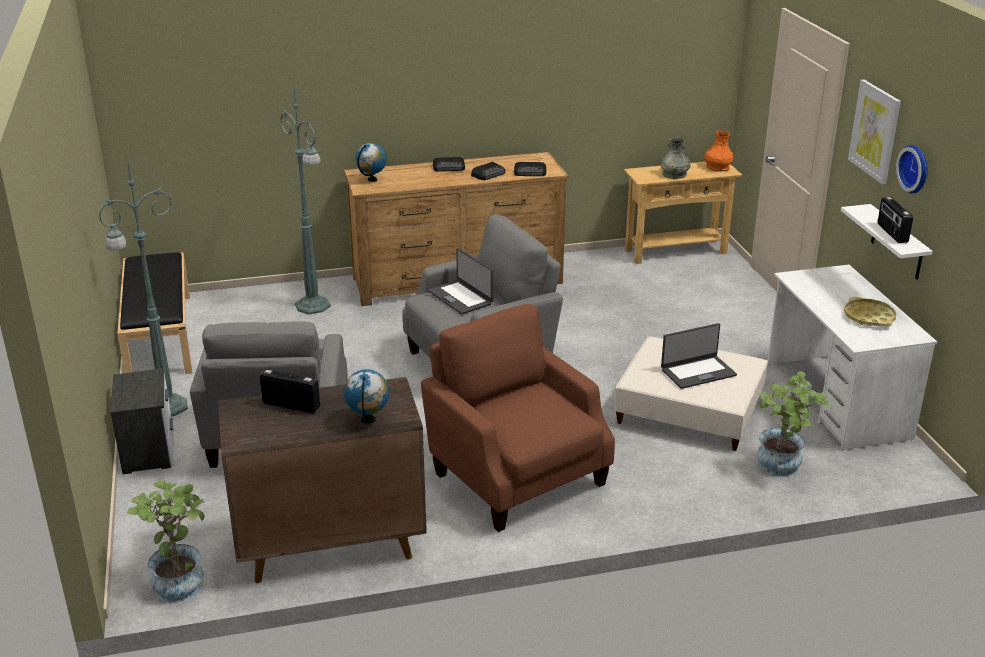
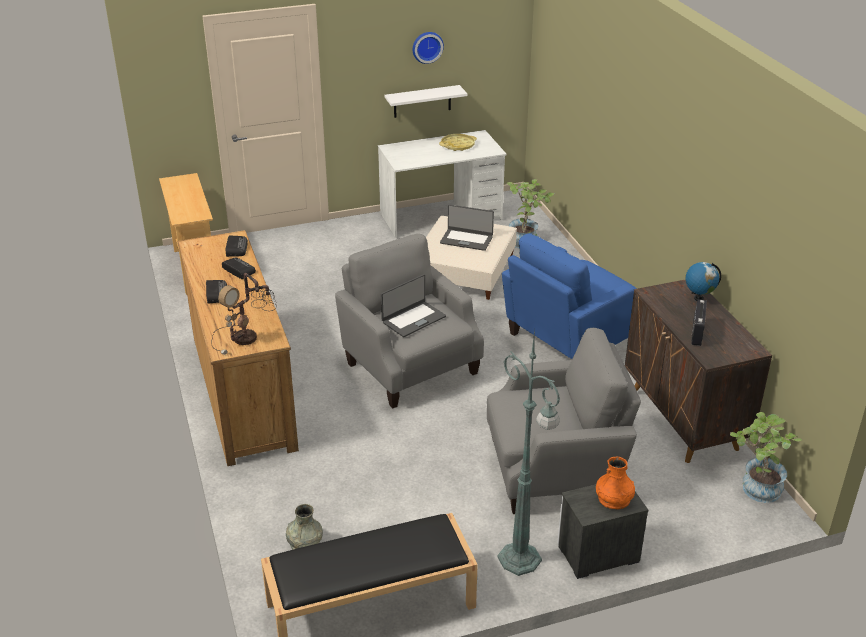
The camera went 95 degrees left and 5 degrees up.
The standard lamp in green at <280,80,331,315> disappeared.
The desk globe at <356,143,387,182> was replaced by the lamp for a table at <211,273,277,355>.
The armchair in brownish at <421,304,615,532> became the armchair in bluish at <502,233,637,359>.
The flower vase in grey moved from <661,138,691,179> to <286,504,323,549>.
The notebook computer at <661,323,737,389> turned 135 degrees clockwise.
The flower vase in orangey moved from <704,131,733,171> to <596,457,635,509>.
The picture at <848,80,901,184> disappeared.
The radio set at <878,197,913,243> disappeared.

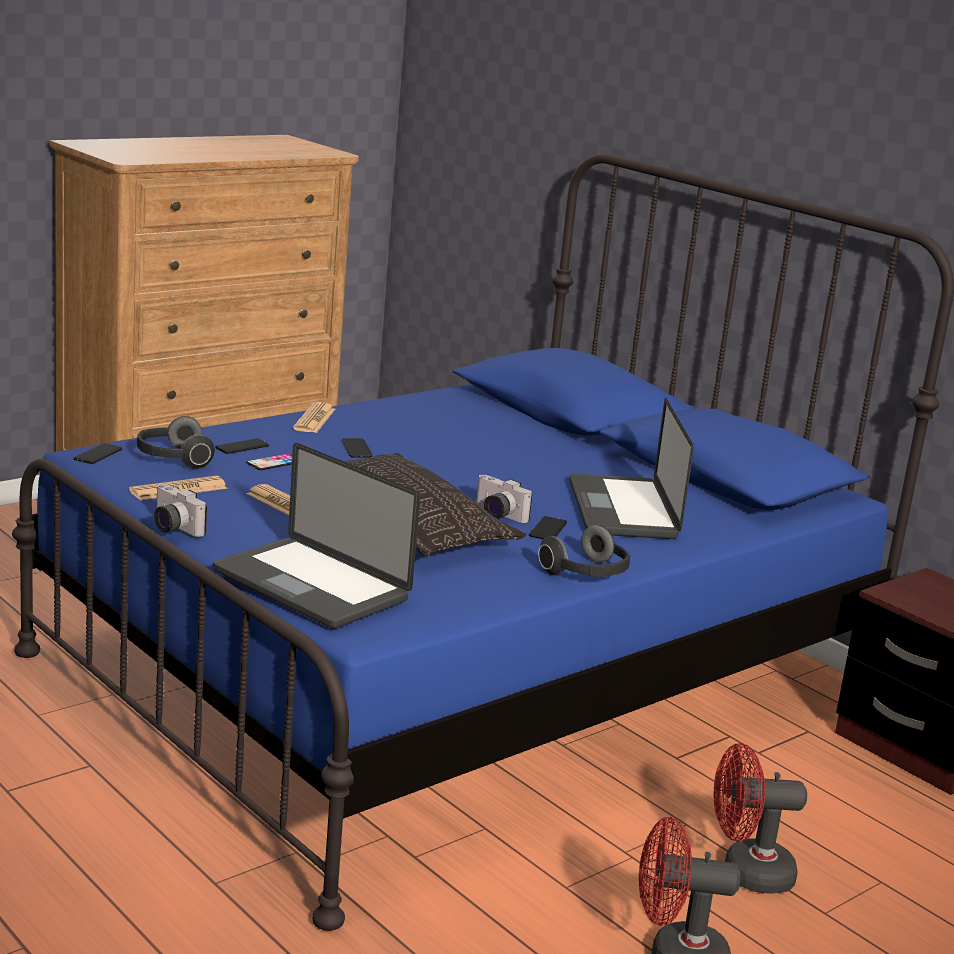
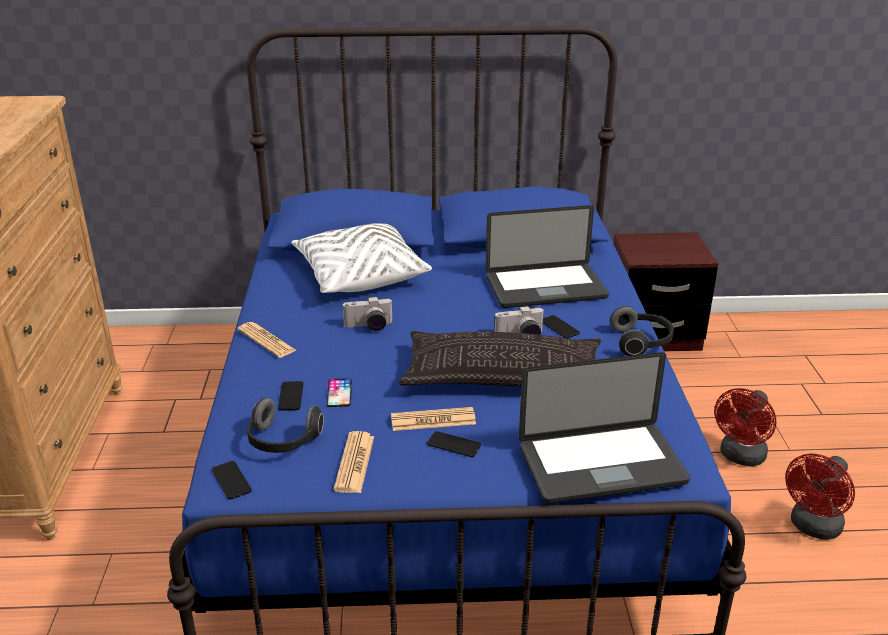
The camera went 50 degrees left and 10 degrees up.
The photo camera moved from <154,484,207,537> to <342,296,392,331>.
The telephone moved from <342,438,372,458> to <427,431,481,457>.
The notebook computer at <569,398,694,539> turned 45 degrees counterclockwise.
The cushion in white-coloured at <291,223,432,293> appeared.

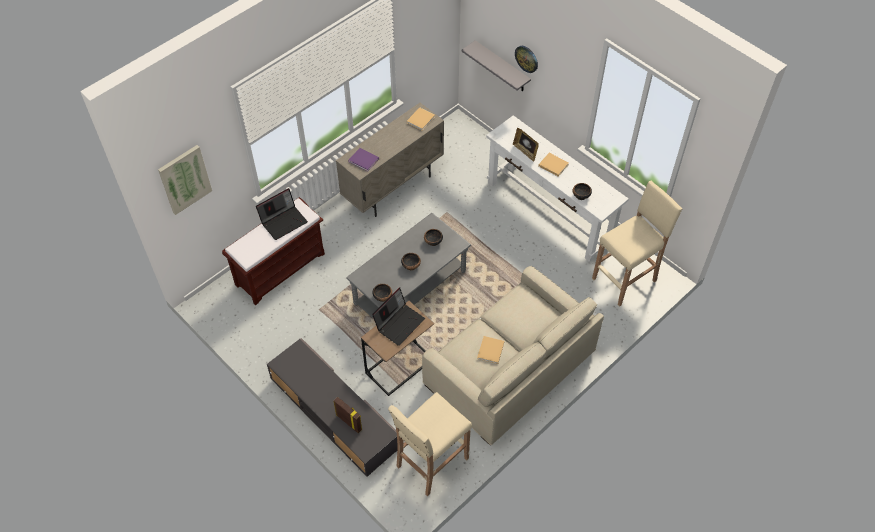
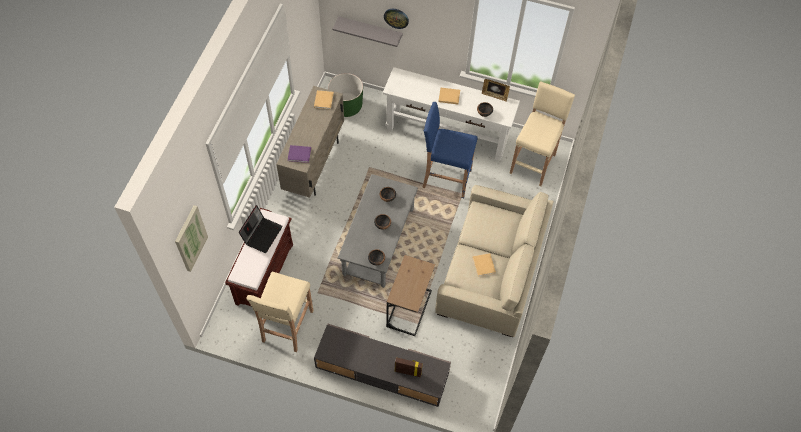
The camera went 30 degrees left and 5 degrees up.
The notebook computer at <372,288,425,346> disappeared.
The stool in sand-coloured moved from <388,392,472,496> to <246,271,314,352>.
The standing frame moved from <513,128,539,162> to <482,79,510,102>.
The planter in green at <328,73,363,117> appeared.
The stool in bluish at <422,102,478,198> appeared.

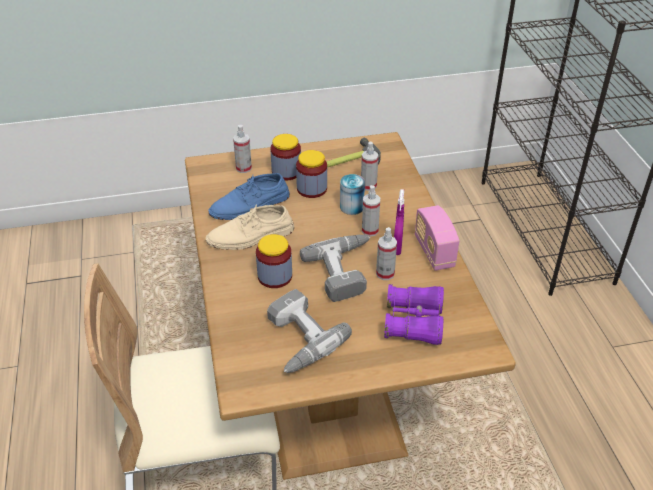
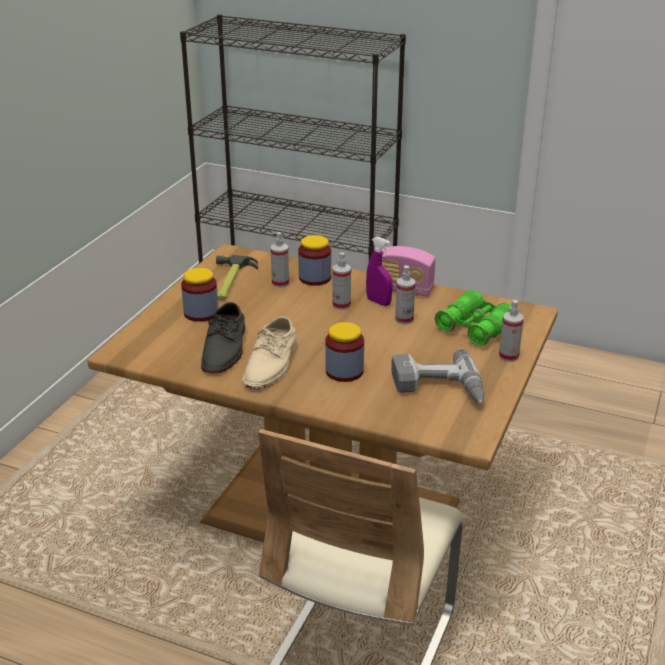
The camera went 55 degrees left and 10 degrees down.
The low shoe in bluish at <209,173,290,220> became the low shoe in grey at <201,302,245,373>.
The spray bottle moved from <233,125,252,173> to <499,300,524,362>.
The storage jar moved from <296,150,327,198> to <298,235,331,286>.
The power drill at <300,235,370,302> disappeared.
The can at <340,174,365,215> disappeared.
The pair of binoculars in purplish at <384,284,444,345> became the pair of binoculars in green at <435,290,512,346>.

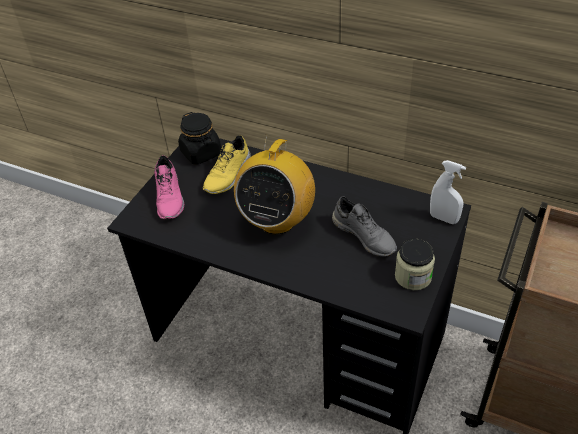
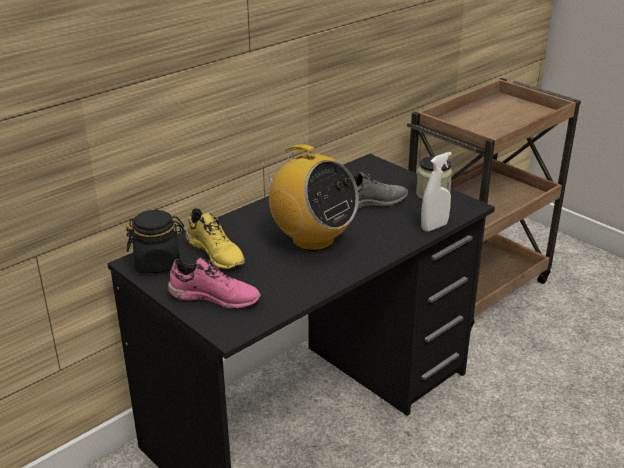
The camera went 70 degrees left and 15 degrees down.
The spray bottle in white-coloured moved from <430,160,466,224> to <421,152,452,231>.

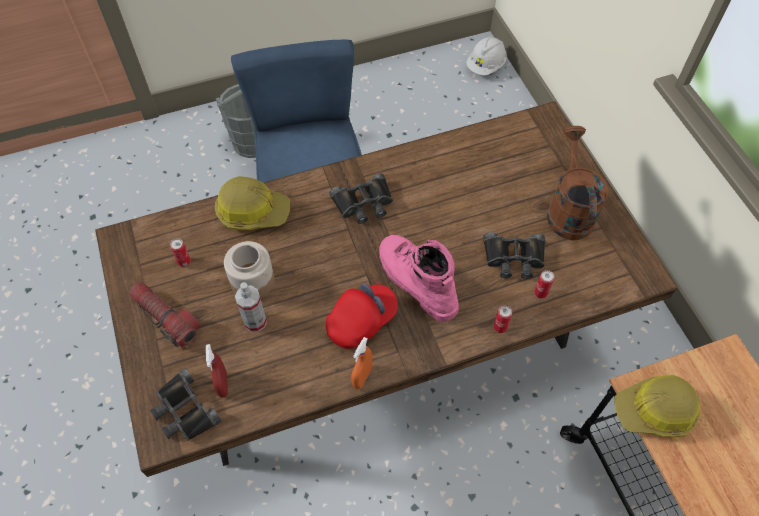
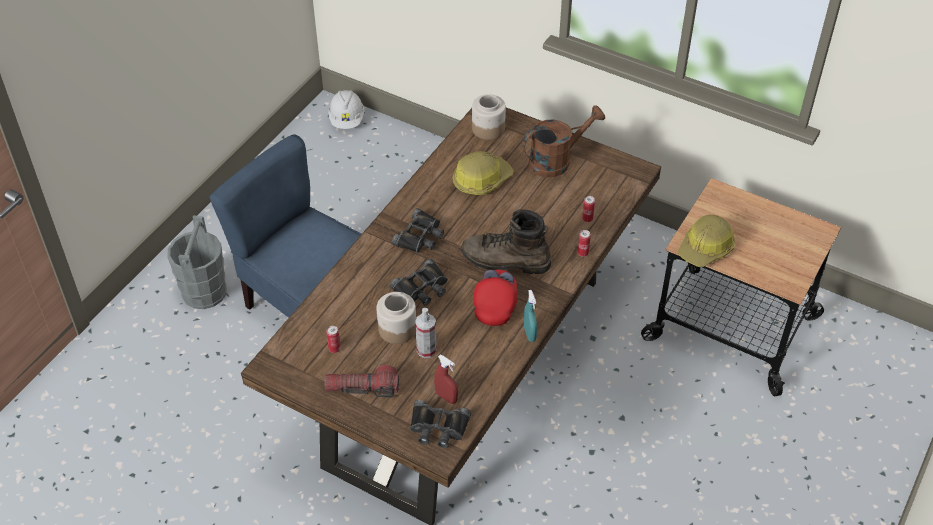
The camera went 40 degrees left and 10 degrees down.
The hard hat moved from <214,176,290,230> to <453,151,514,195>.
The spray bottle in orangey at <351,337,372,389> became the spray bottle in blue-green at <524,290,537,342>.
The tall boot in pink-coloured at <379,235,459,322> became the tall boot in brownish at <461,209,551,274>.
The pair of binoculars in blackish moved from <483,232,546,279> to <390,259,448,305>.
The watering pot in brownish at <547,126,609,240> turned 105 degrees clockwise.
The storage jar at <472,94,506,140> appeared.

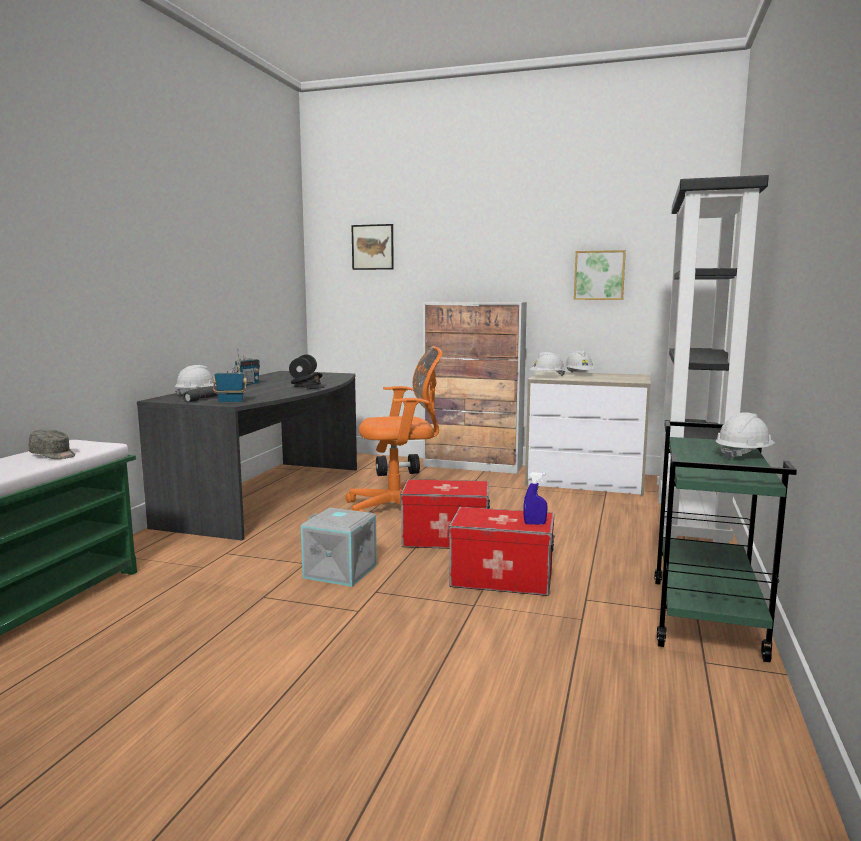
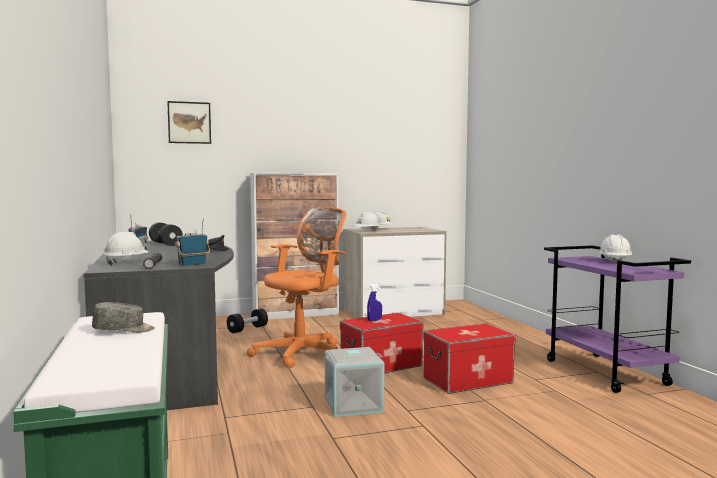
The camera went 35 degrees left and 5 degrees down.
The spray bottle in bluish moved from <523,472,548,525> to <367,283,382,321>.
The picture at <574,250,626,300> disappeared.
The wheeled cart in green at <654,421,797,662> became the wheeled cart in purplish at <544,245,691,393>.
The bookcase in blackish at <657,175,769,551> disappeared.

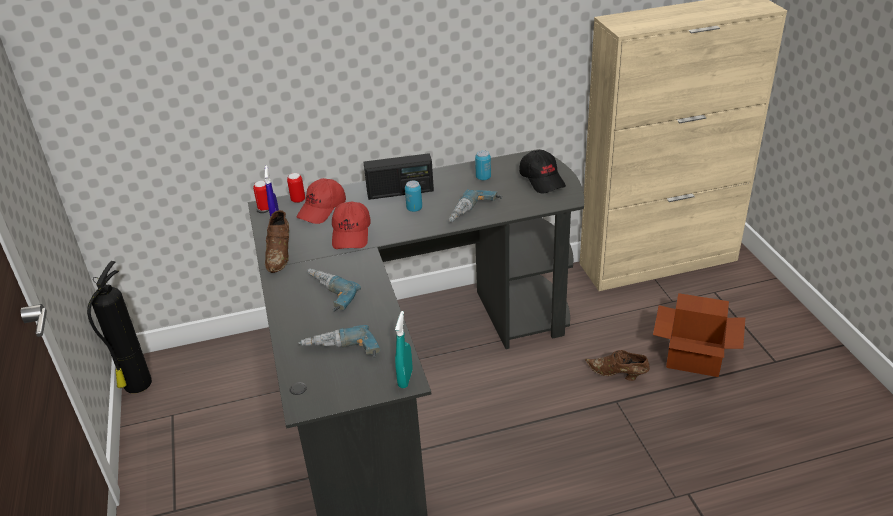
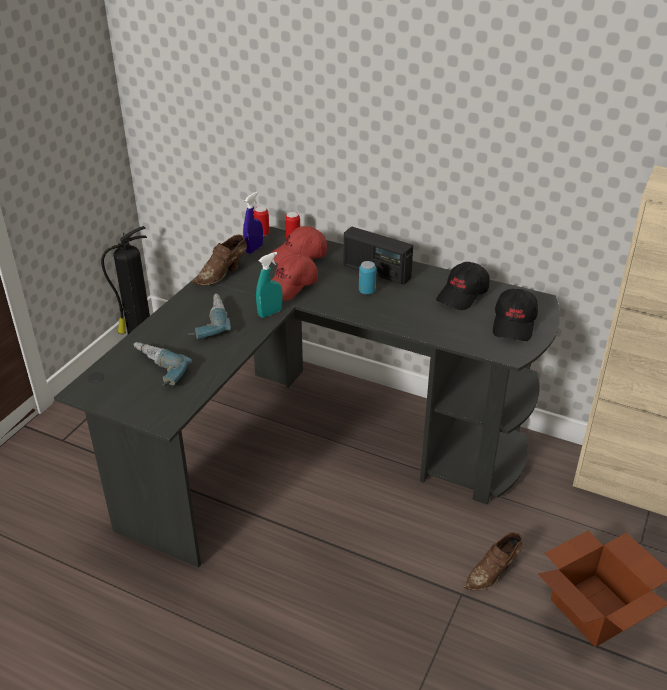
The camera went 40 degrees right and 0 degrees up.
The spray bottle in blue-green moved from <395,311,413,388> to <256,252,283,318>.
The power drill at <449,189,502,222> disappeared.
The can at <475,150,491,180> was replaced by the baseball cap in blackish at <436,262,490,310>.
The low shoe in brownish at <585,350,650,381> turned 105 degrees counterclockwise.

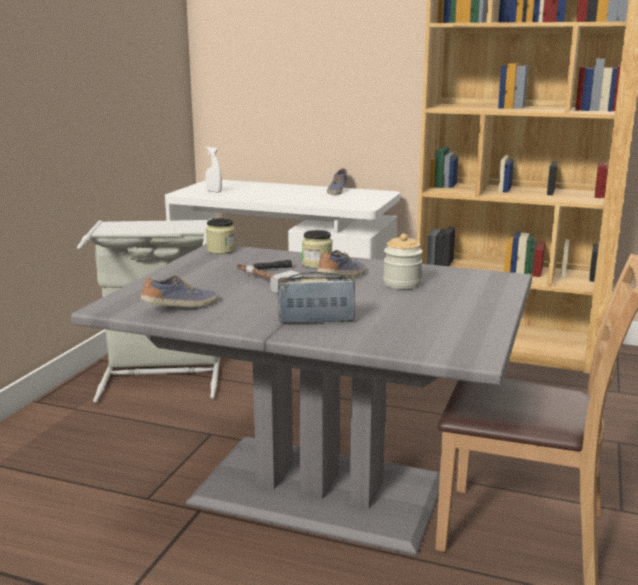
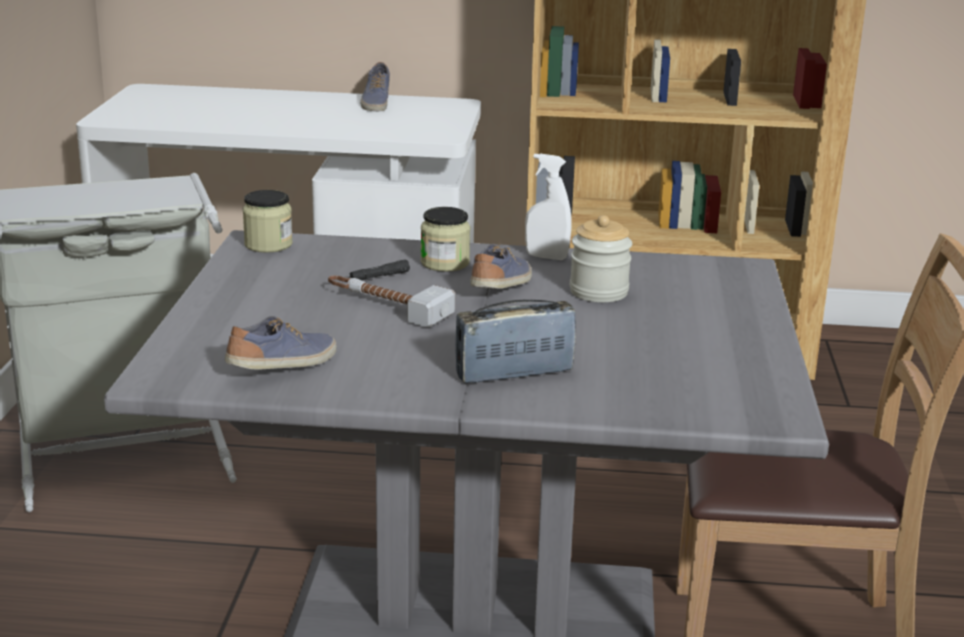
The camera went 15 degrees left and 5 degrees up.
The spray bottle in white-coloured moved from <205,147,222,193> to <525,153,571,260>.

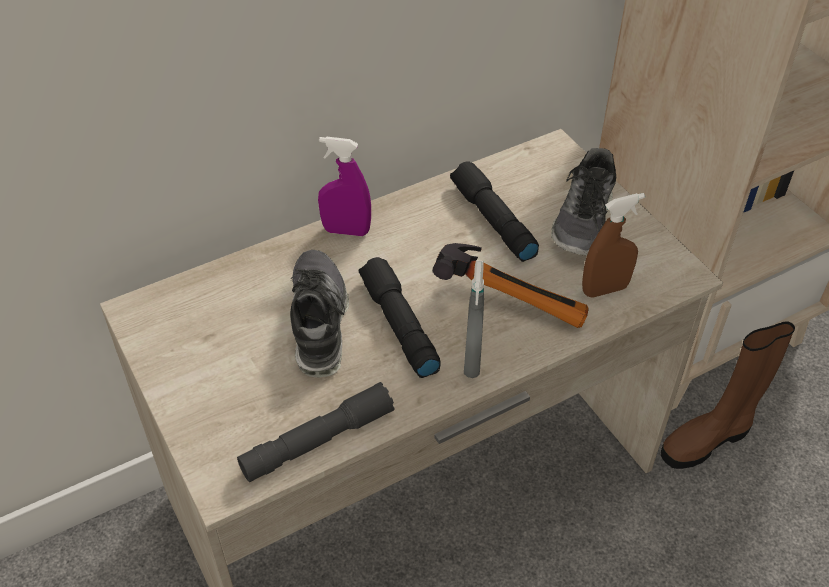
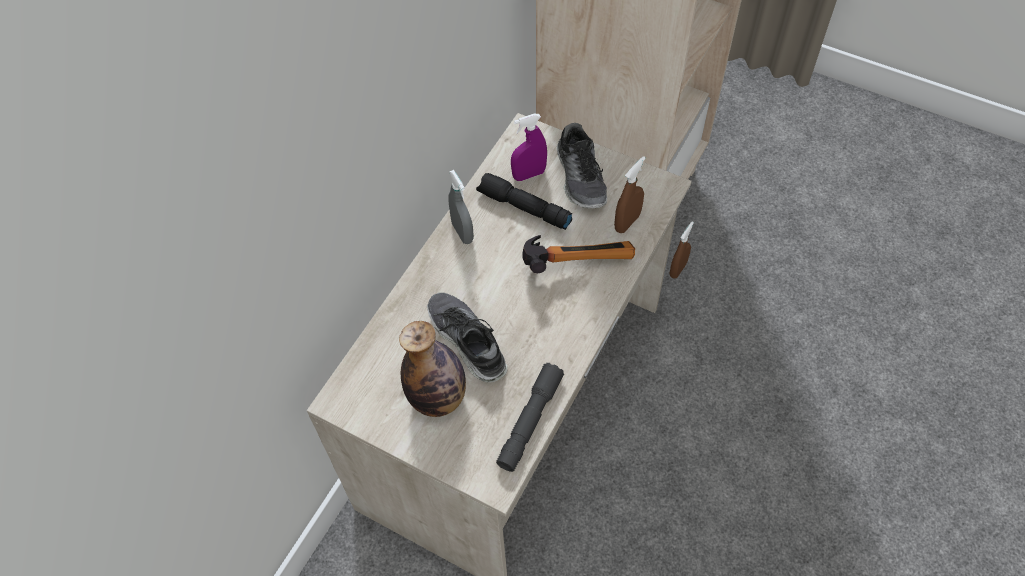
The camera went 30 degrees left and 10 degrees up.
The spray bottle in purplish moved from <318,136,371,236> to <511,114,547,181>.
The flashlight in blackish at <359,257,441,378> disappeared.
The spray bottle in grey moved from <464,261,484,378> to <449,170,474,244>.
The tall boot in brownish at <661,321,795,469> was replaced by the spray bottle in brownish at <670,222,694,278>.
The bottle at <399,321,466,417> appeared.

